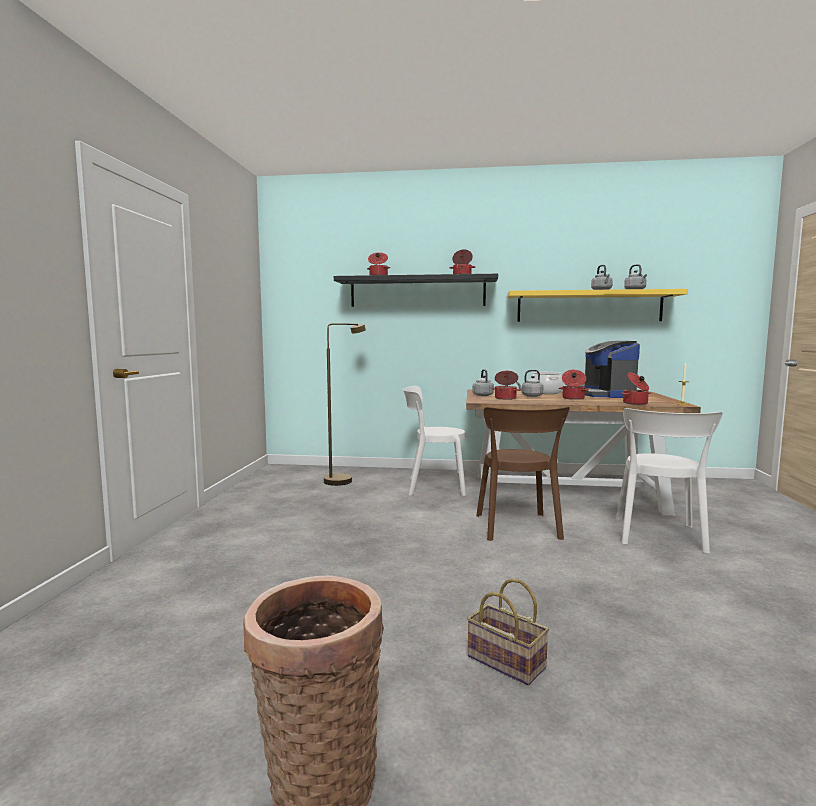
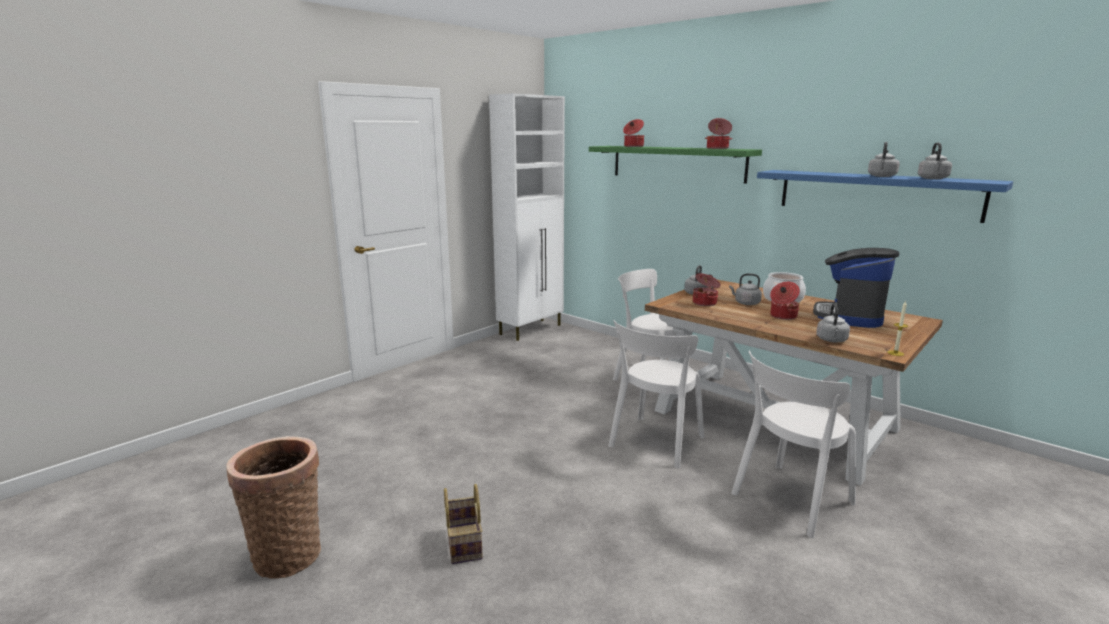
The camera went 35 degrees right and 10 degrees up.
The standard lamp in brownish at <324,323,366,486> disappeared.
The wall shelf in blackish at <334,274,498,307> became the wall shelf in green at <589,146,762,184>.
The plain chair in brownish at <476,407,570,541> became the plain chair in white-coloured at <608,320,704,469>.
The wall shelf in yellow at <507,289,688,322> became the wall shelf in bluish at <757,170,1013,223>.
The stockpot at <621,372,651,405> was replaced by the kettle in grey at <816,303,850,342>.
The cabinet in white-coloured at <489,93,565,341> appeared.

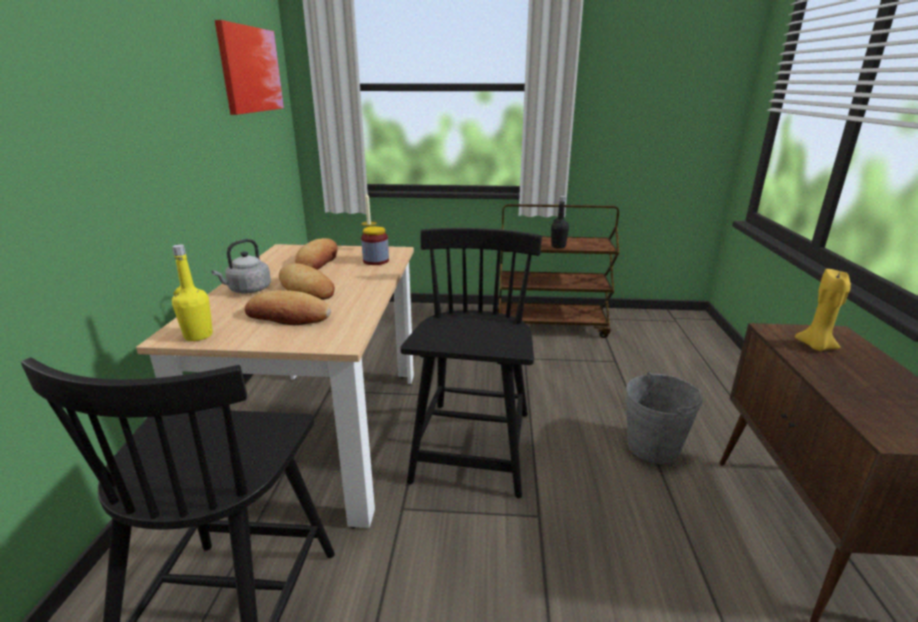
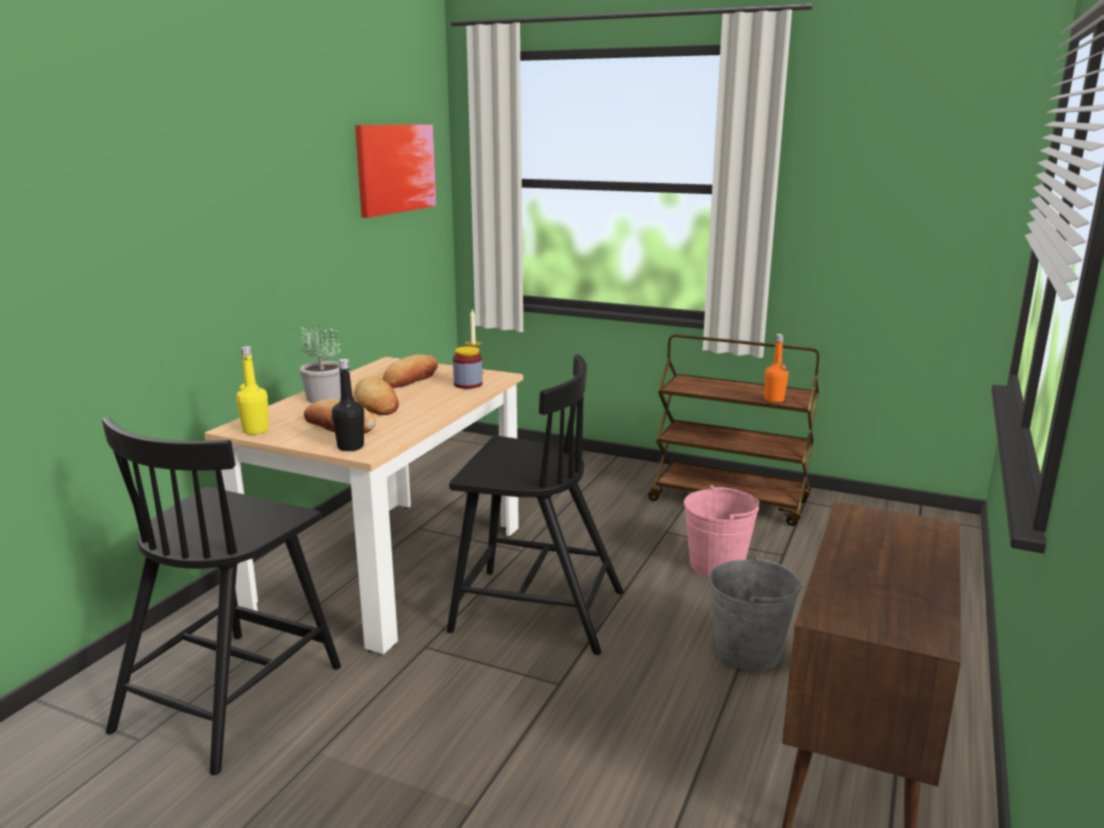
The camera went 20 degrees right and 5 degrees down.
The kettle in grey at <212,239,271,293> was replaced by the houseplant at <299,324,341,403>.
The plain chair in blackish at <400,228,542,498> turned 75 degrees clockwise.
The bottle in blackish moved from <551,196,569,249> to <332,359,364,451>.
The wax candle in yellow at <795,269,851,351> disappeared.
The pail in pink-coloured at <684,485,759,577> appeared.
The bottle in orangey at <764,334,788,403> appeared.

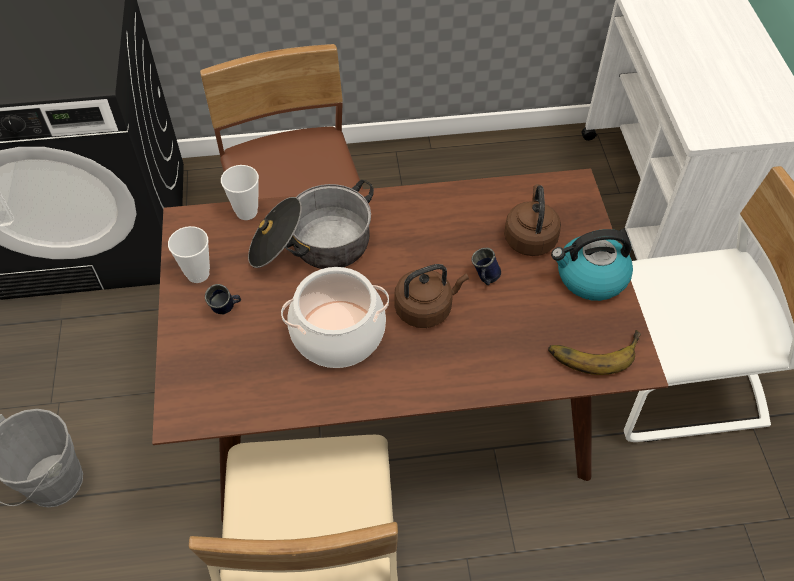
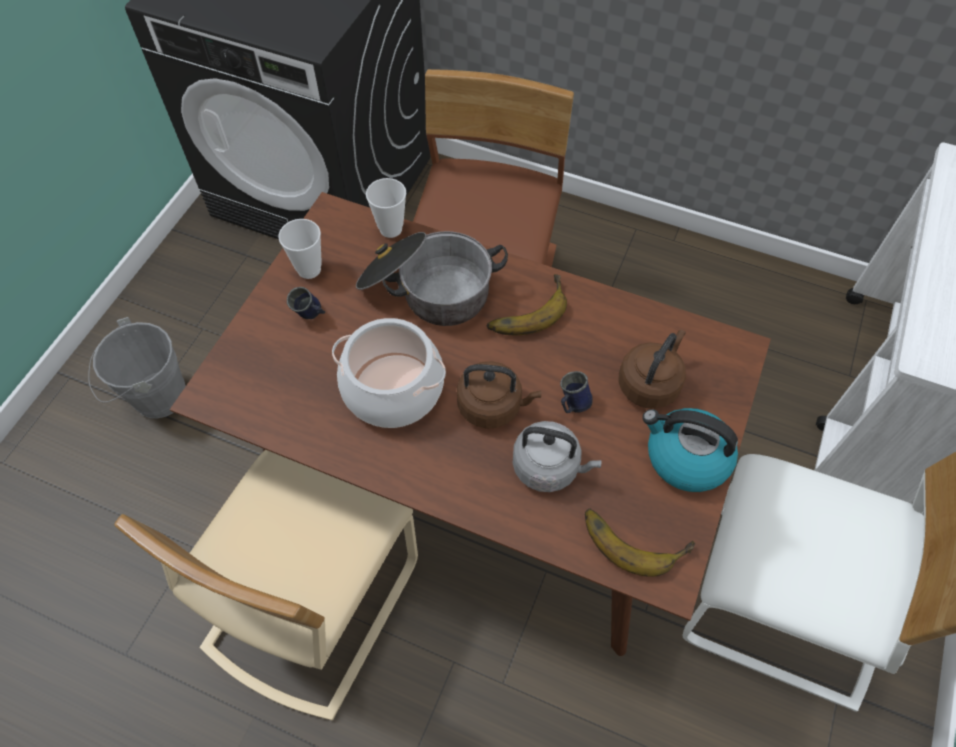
The camera went 30 degrees right and 5 degrees up.
The whole banana at <487,274,567,335> appeared.
The kettle in grey at <513,421,601,492> appeared.

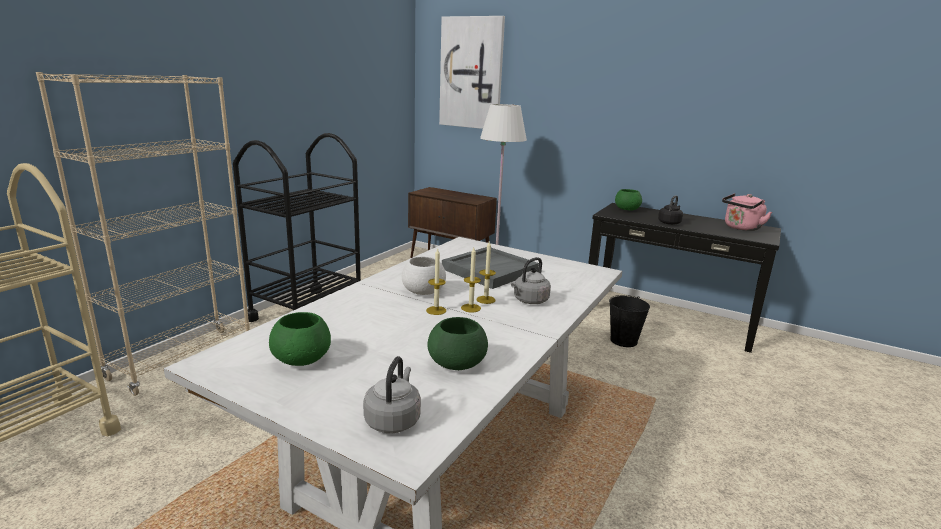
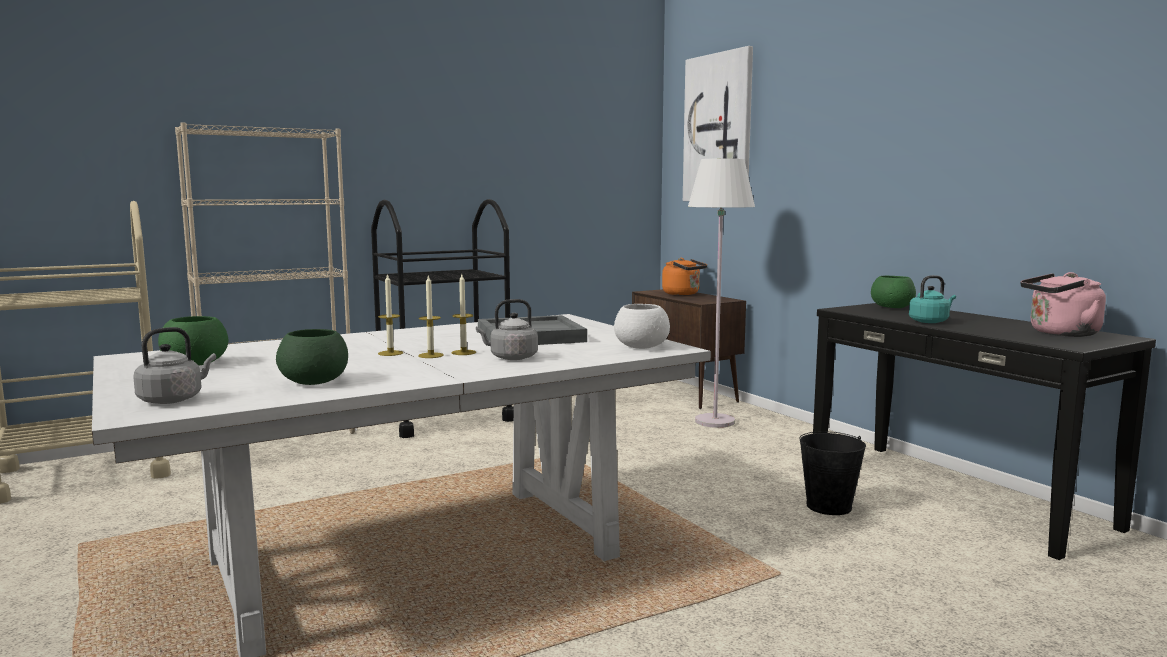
The camera went 30 degrees right and 10 degrees down.
The deep dish in white-coloured moved from <402,257,446,295> to <614,304,670,349>.
The kettle in blackish at <658,196,683,225> became the kettle in blue-green at <909,275,956,323>.
The kettle in orangey at <662,258,707,295> appeared.

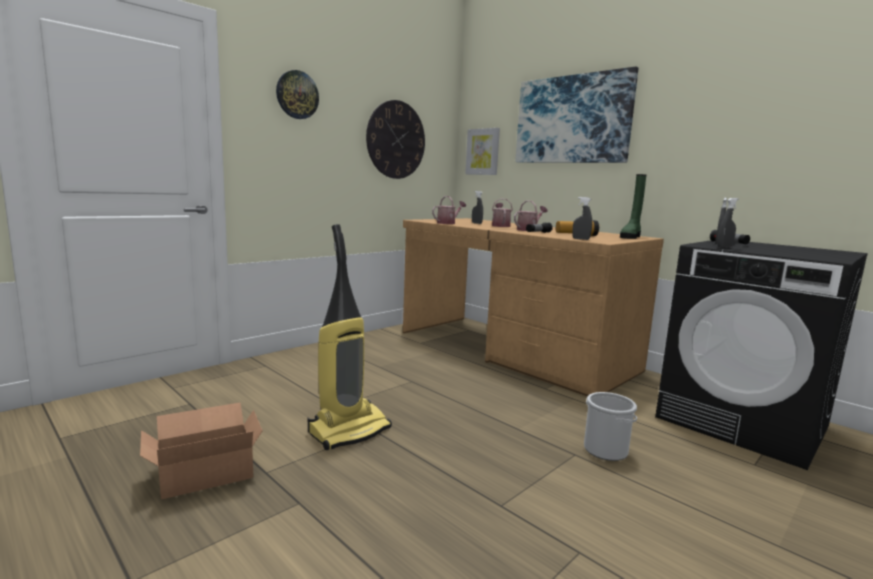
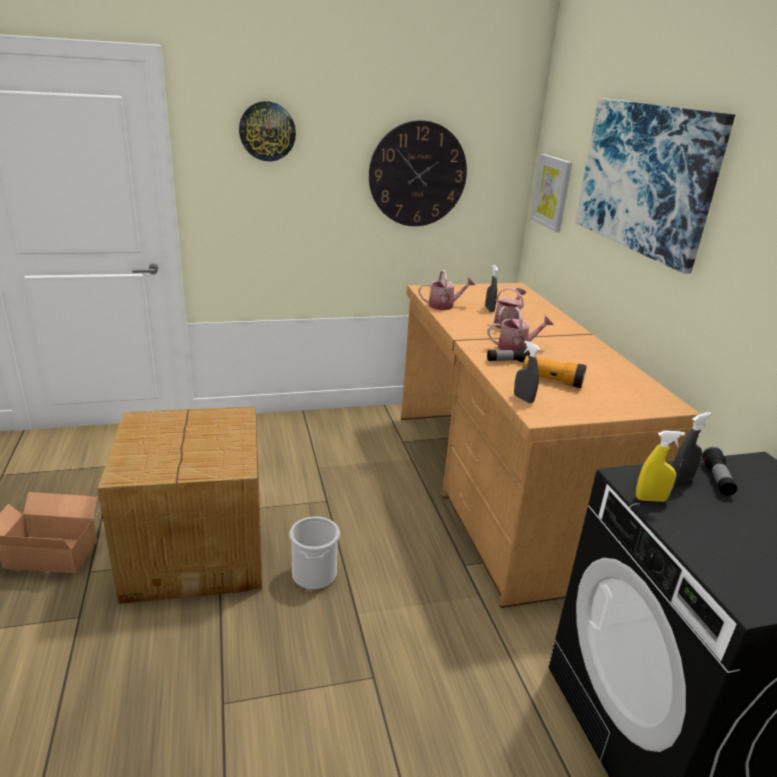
The camera went 30 degrees right and 15 degrees up.
The vacuum at <308,224,392,450> was replaced by the cardboard box at <98,407,262,604>.
The pail moved from <584,392,637,461> to <289,516,340,590>.
The tall boot in green at <620,174,647,239> disappeared.
The spray bottle in grey at <718,198,739,248> became the spray bottle in yellow at <636,431,685,502>.

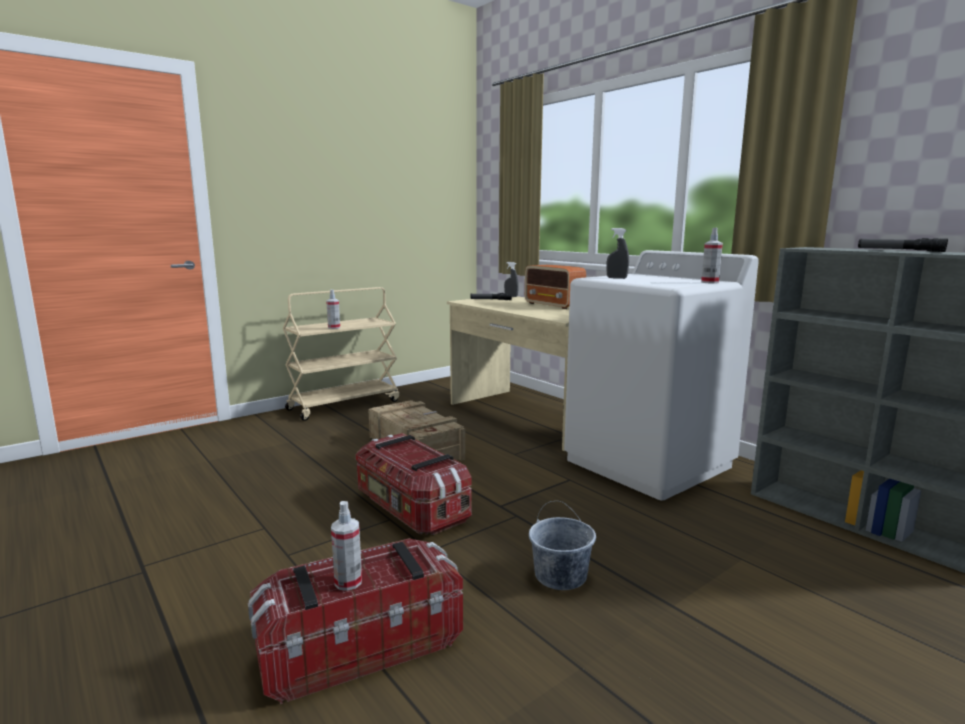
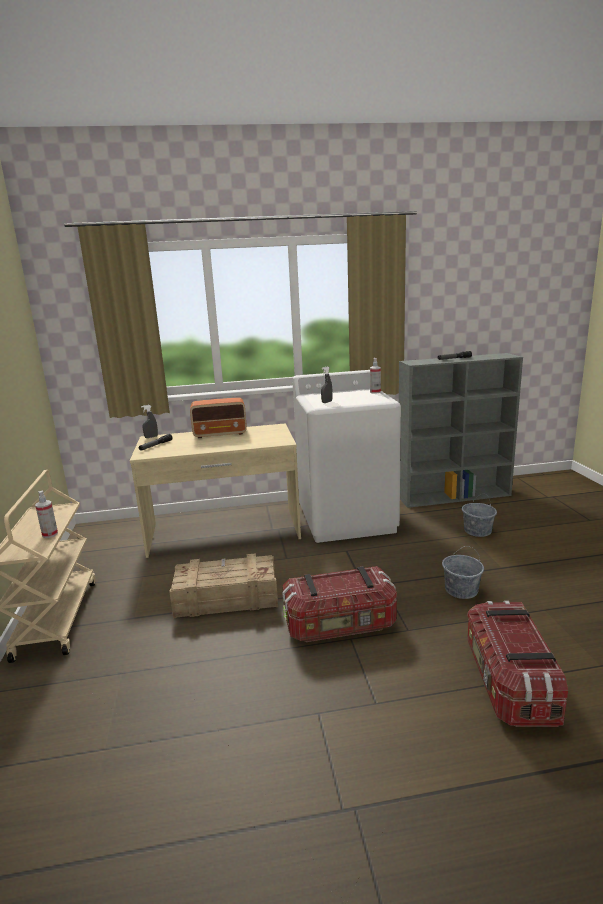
The camera went 60 degrees left and 5 degrees up.
The spray bottle at <331,501,362,591> disappeared.
The pail in grey at <462,493,497,537> appeared.

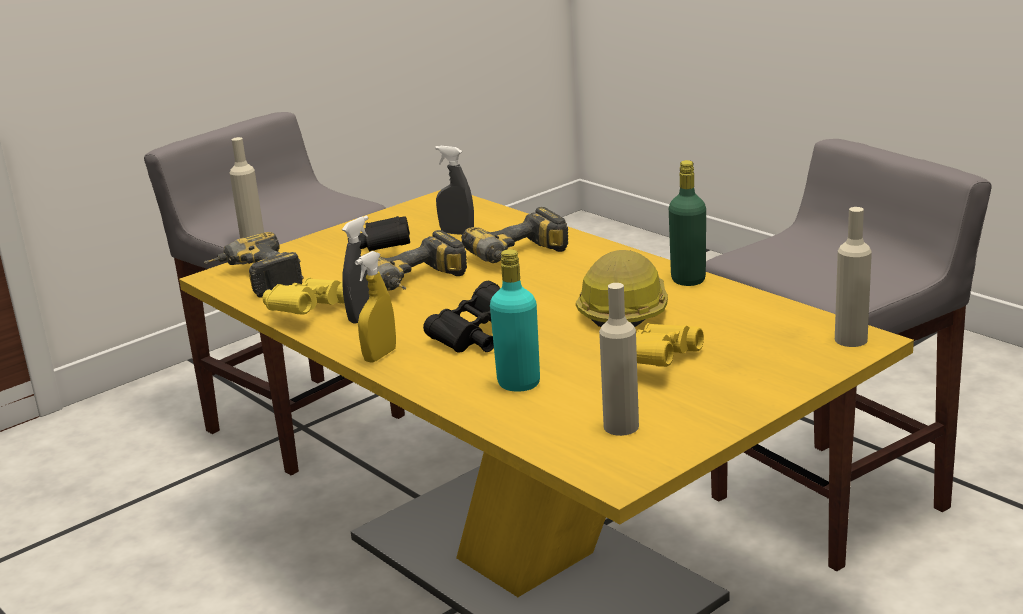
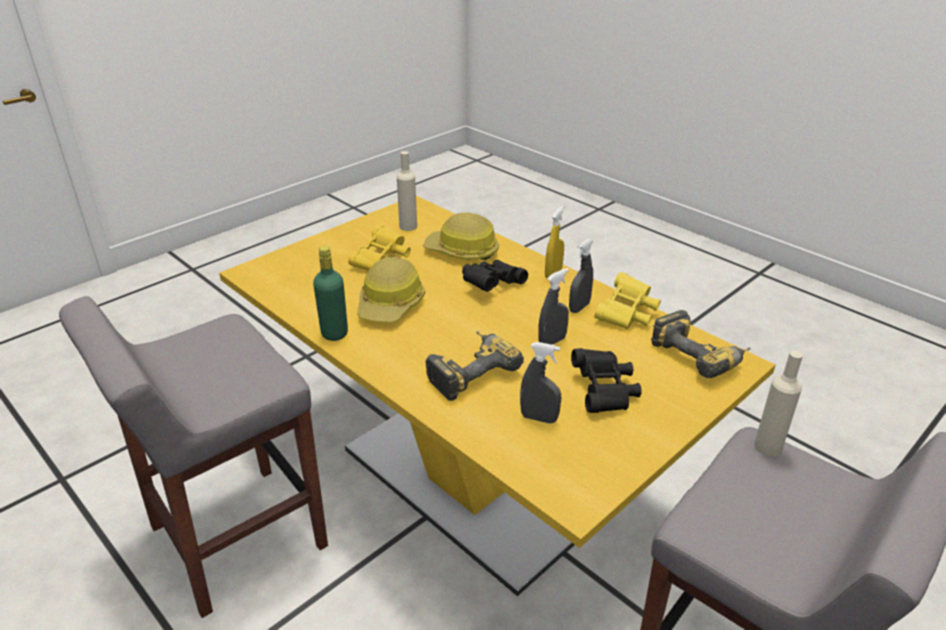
The camera went 175 degrees right and 10 degrees up.
The power drill at <361,230,467,291> was replaced by the spray bottle in grey at <538,268,569,345>.
The bottle in blue-green at <490,249,540,392> was replaced by the hard hat at <423,213,499,260>.
The bottle in sand-coloured at <835,207,872,347> disappeared.

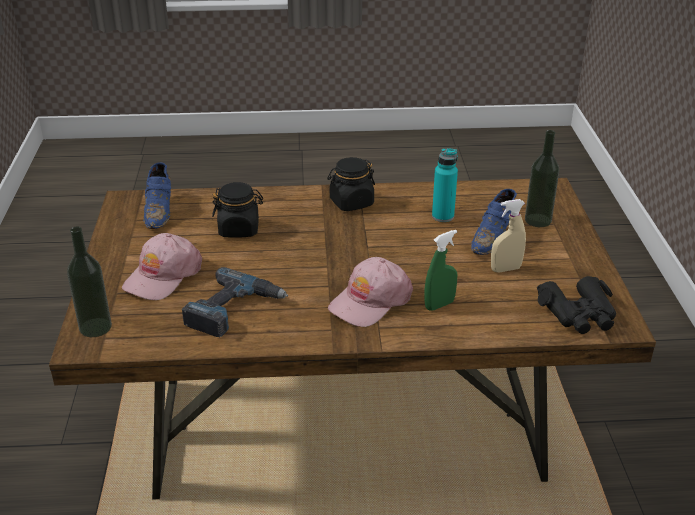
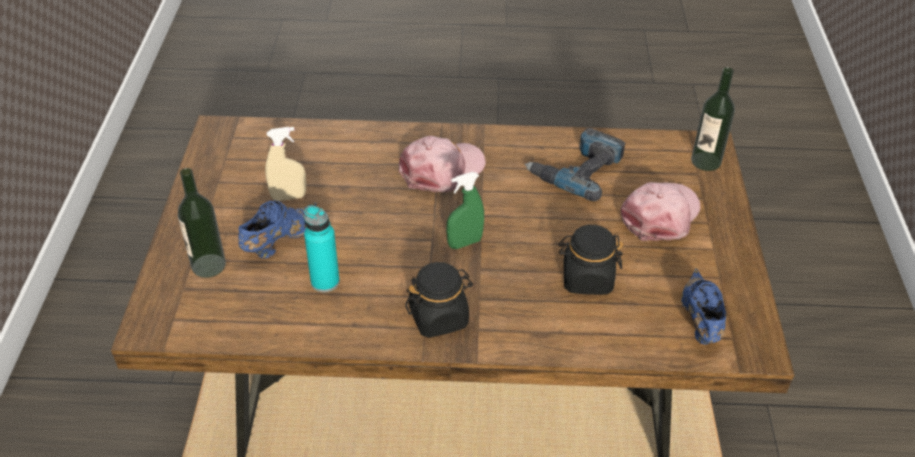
The camera went 175 degrees left and 10 degrees up.
The spray bottle in green moved from <425,230,457,311> to <446,172,484,249>.
The pair of binoculars in blackish at <537,276,616,334> disappeared.

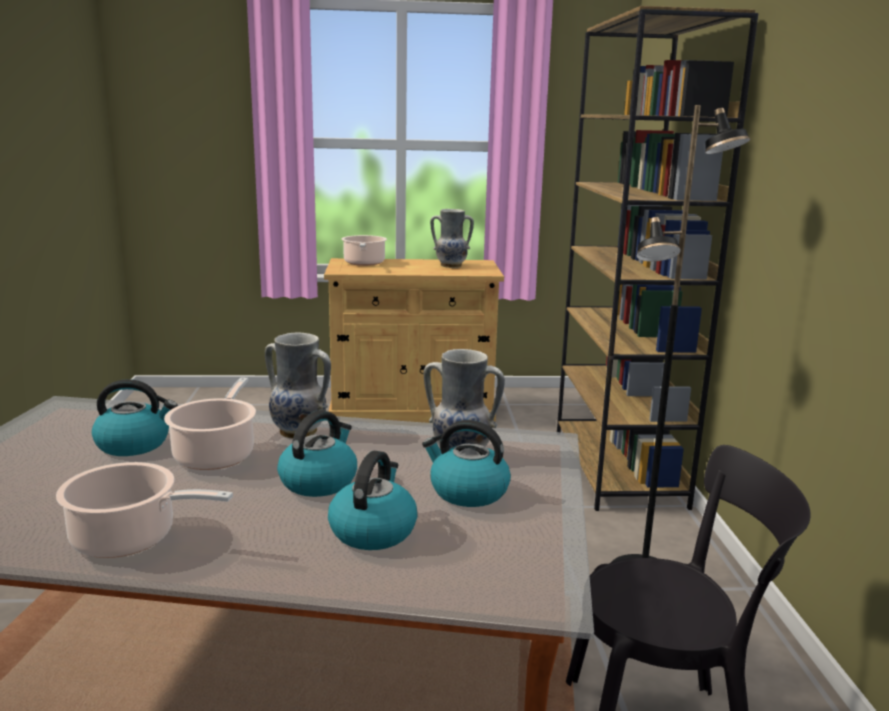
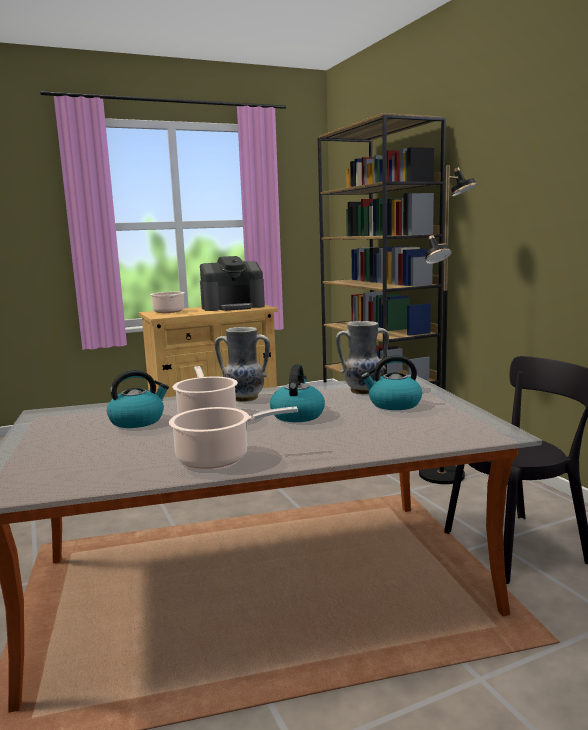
The camera went 20 degrees left and 5 degrees down.
The kettle at <328,451,418,550> disappeared.
The flower vase at <430,209,474,268> was replaced by the coffee machine at <200,256,265,311>.

